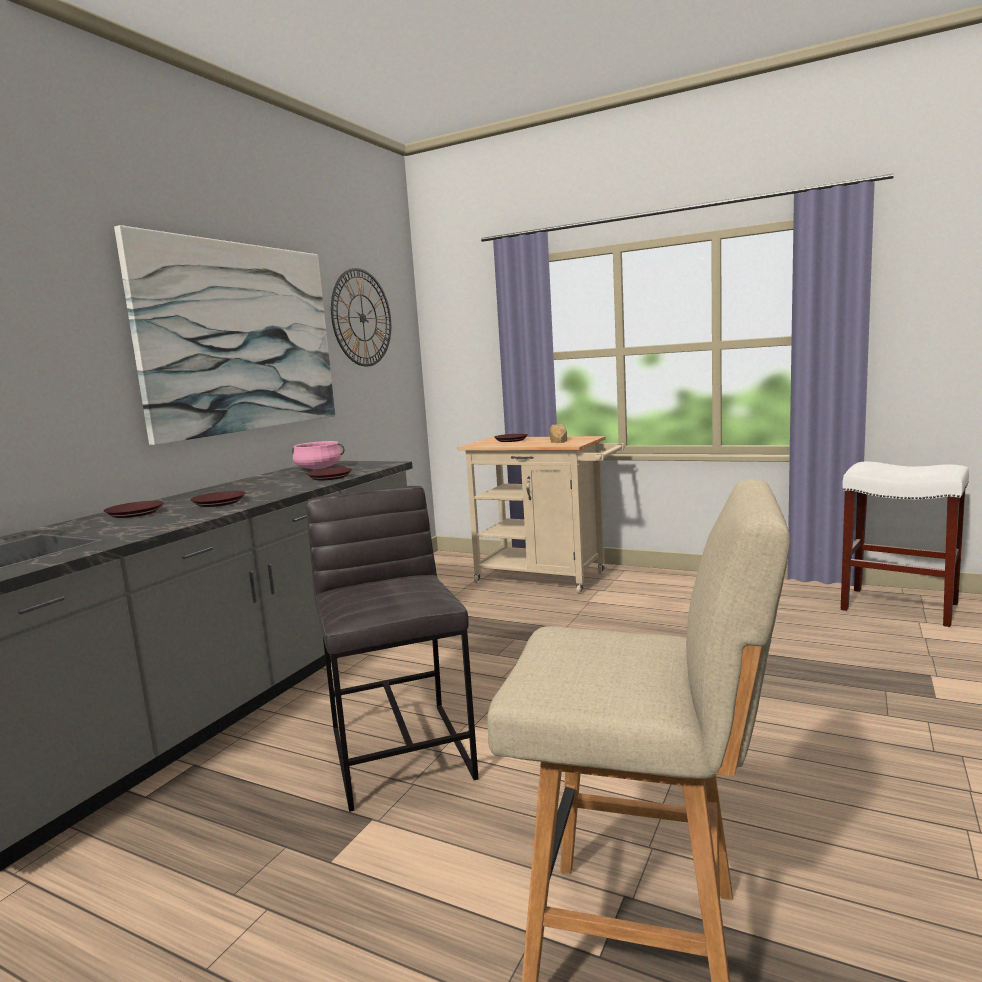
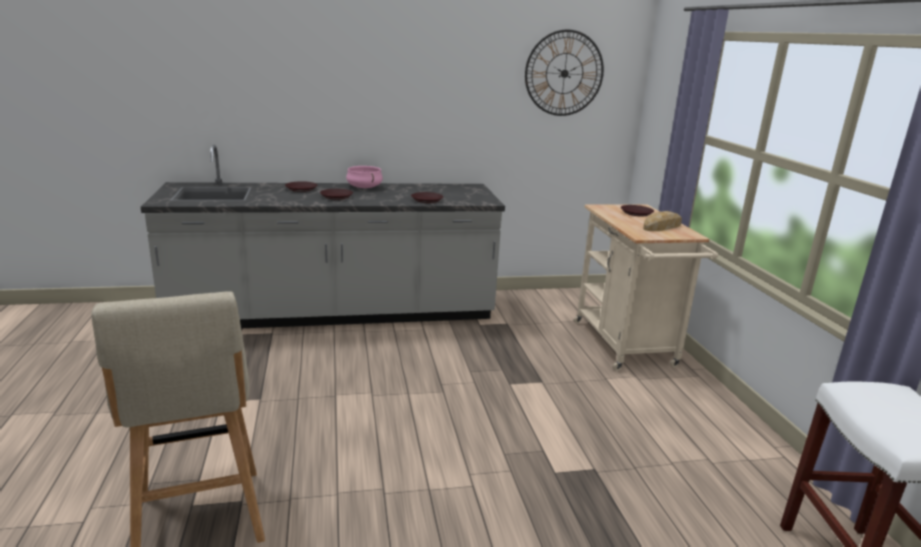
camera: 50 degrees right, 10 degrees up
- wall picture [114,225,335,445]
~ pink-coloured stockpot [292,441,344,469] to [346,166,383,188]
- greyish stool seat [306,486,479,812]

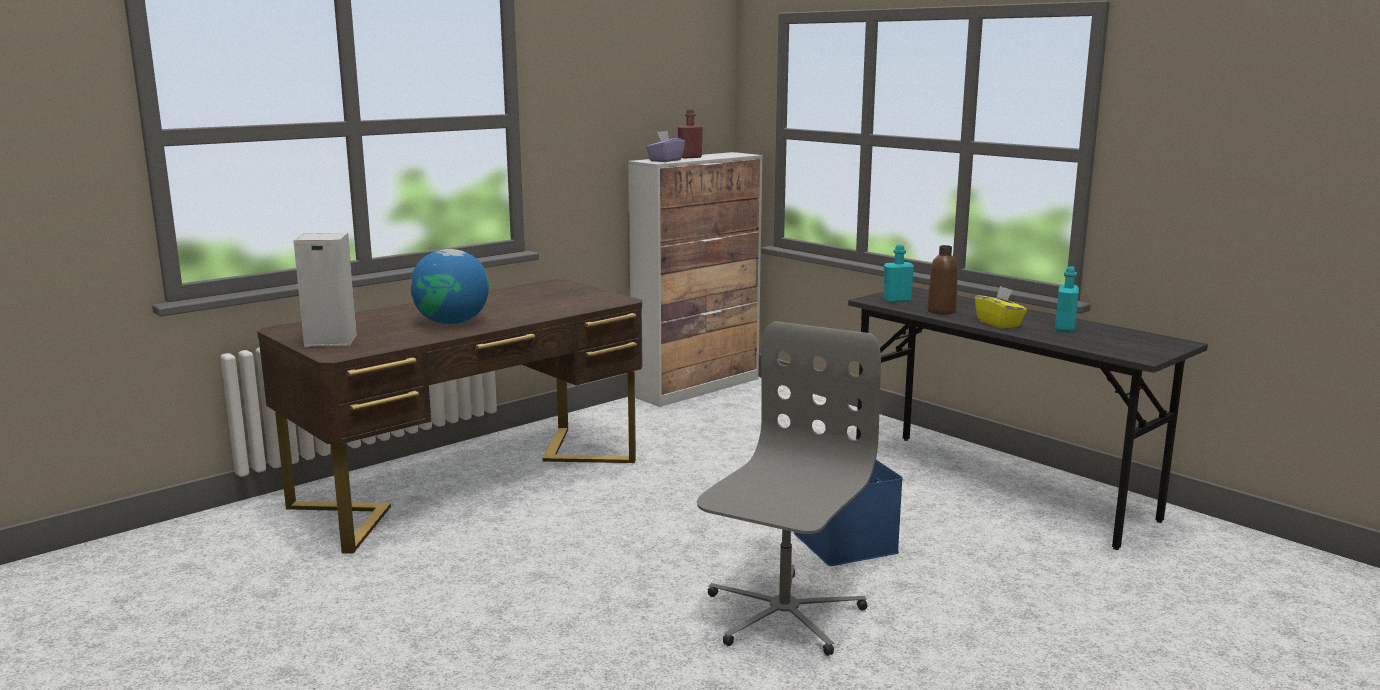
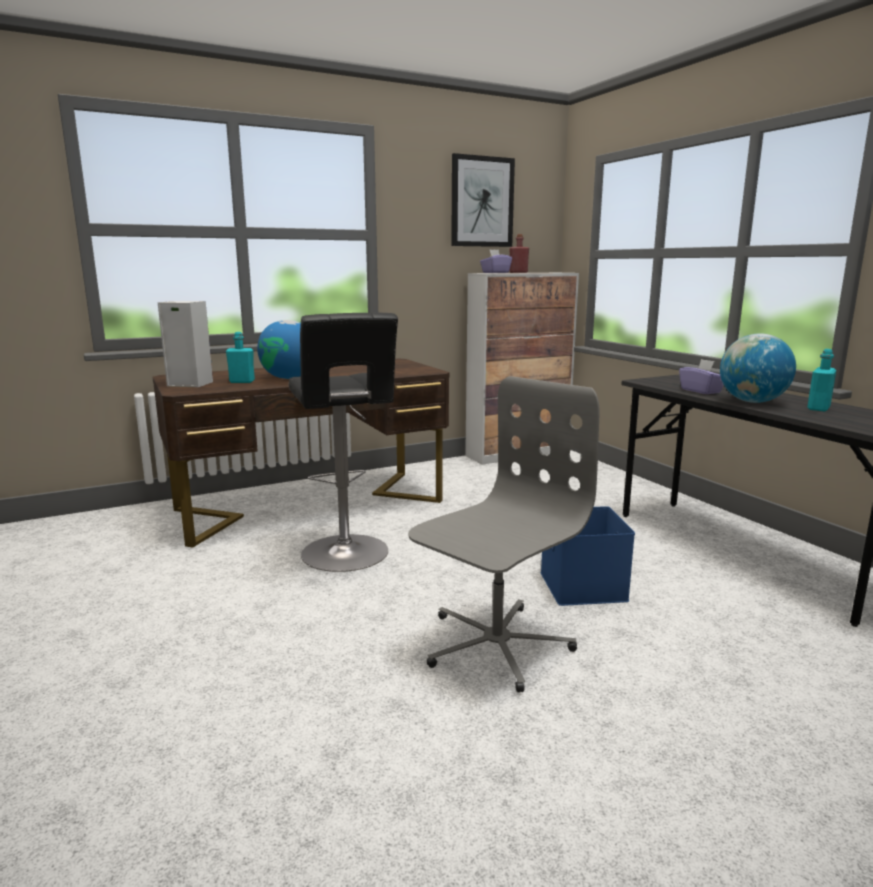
camera: 15 degrees right, 0 degrees up
~ turquoise-coloured drink bottle [883,245,914,303] to [226,332,255,383]
~ brownish drink bottle [927,245,958,315] to purplish tissue box [679,359,723,394]
~ yellow tissue box [975,286,1027,328] to globe [720,333,796,403]
+ black stool seat [289,313,398,572]
+ wall picture [451,153,515,247]

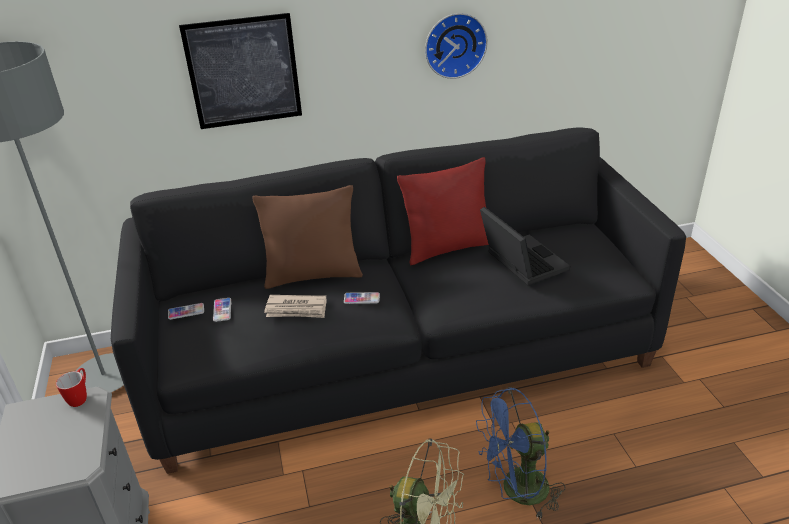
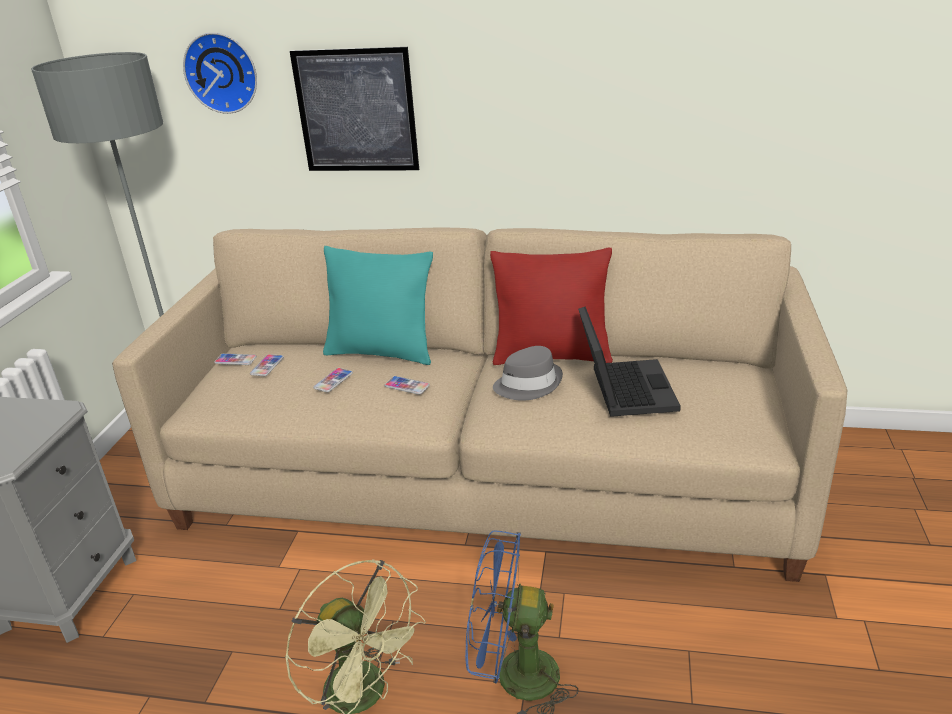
camera: 25 degrees right, 5 degrees down
- coffee mug [56,368,87,407]
~ black settee [111,127,686,474] to sand-coloured settee [112,227,847,582]
~ brownish throw pillow [252,185,363,289] to turquoise-coloured throw pillow [323,246,433,365]
~ daily paper [264,295,327,318] to telephone [313,368,353,392]
~ hanging clock [425,13,488,79] to [183,32,257,114]
+ greyish wearable hat [493,346,563,401]

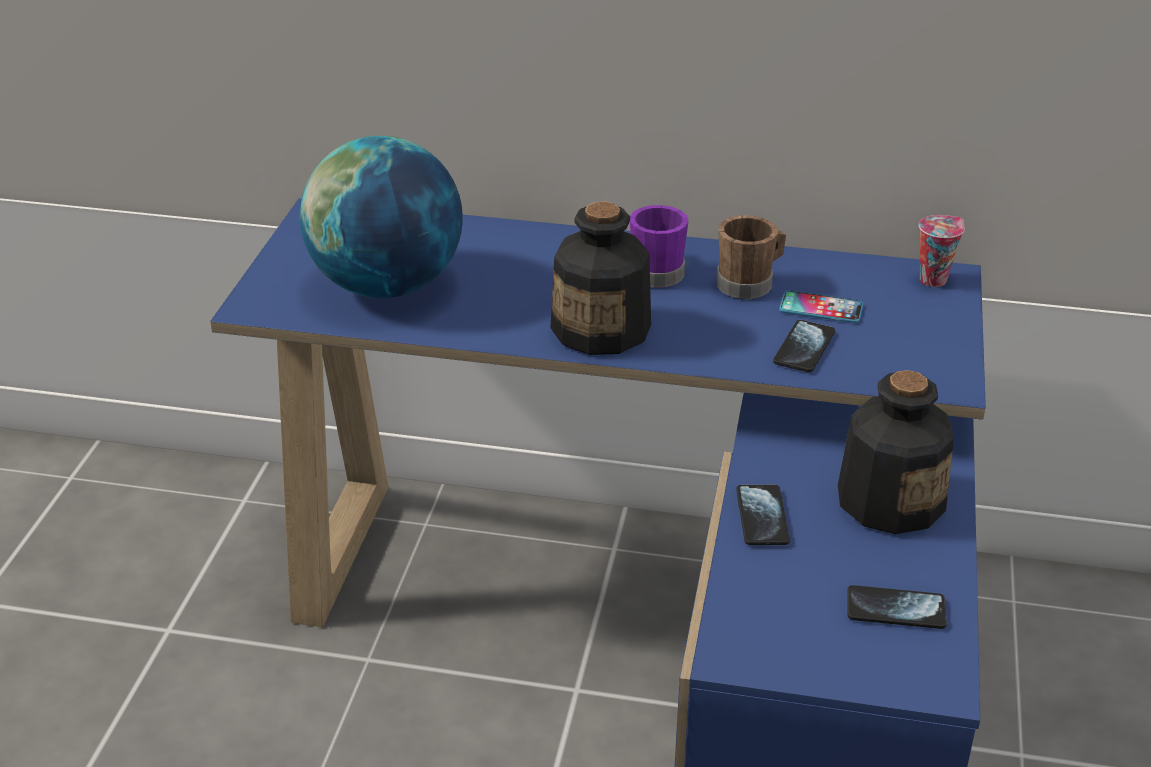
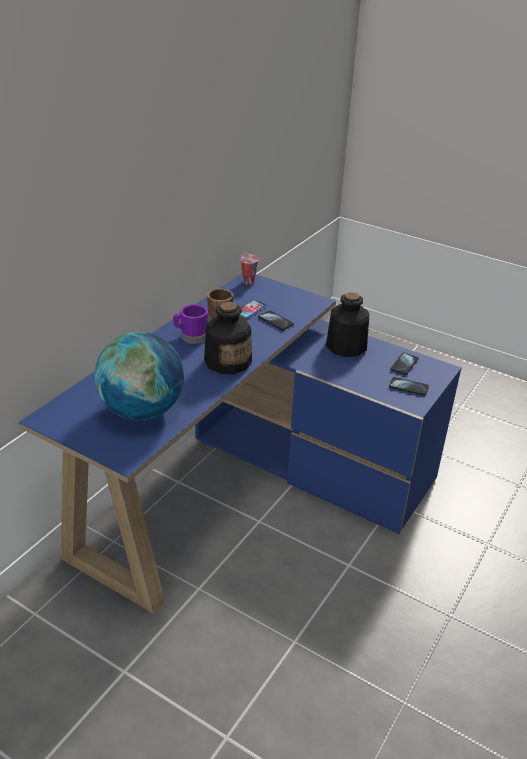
camera: 70 degrees left, 0 degrees up
~ telephone [736,485,790,545] to [389,377,429,396]

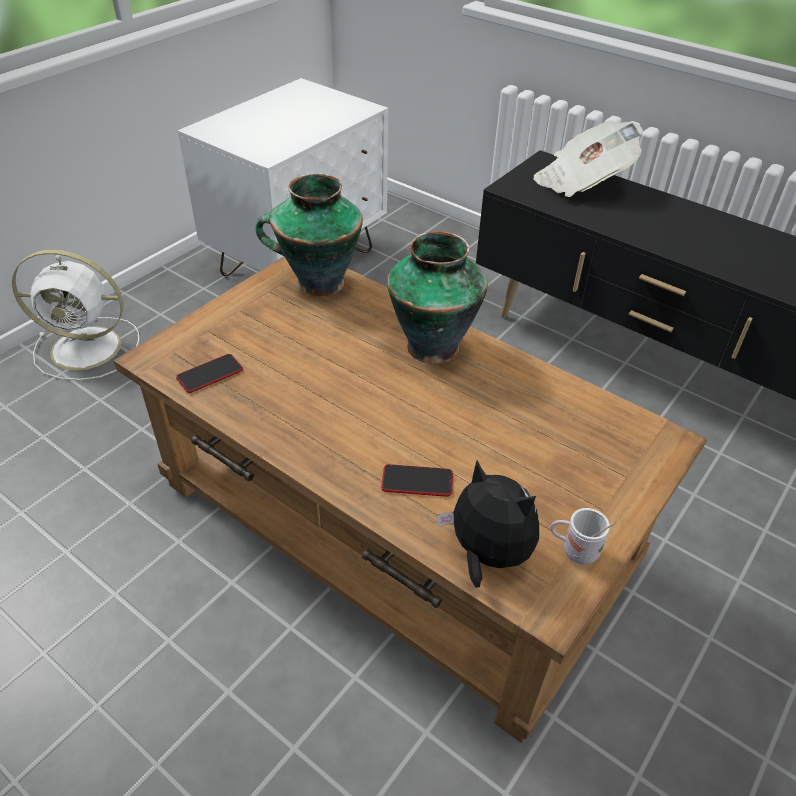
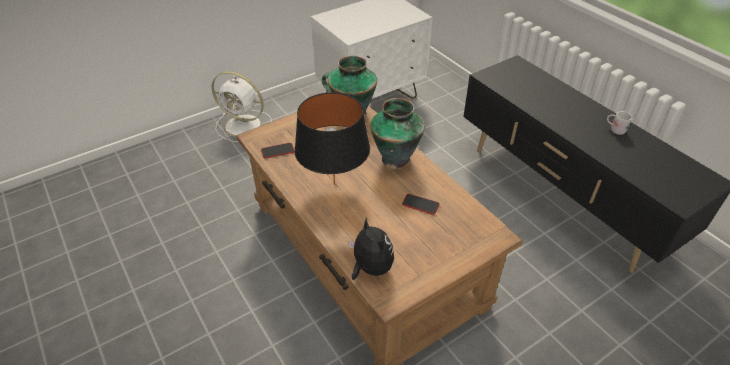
camera: 20 degrees right, 0 degrees up
~ telephone [381,464,453,497] to [402,194,440,215]
- daily paper [534,120,644,197]
~ white-coloured coffee mug [550,508,617,565] to [607,111,635,135]
+ black table lamp [294,92,370,185]

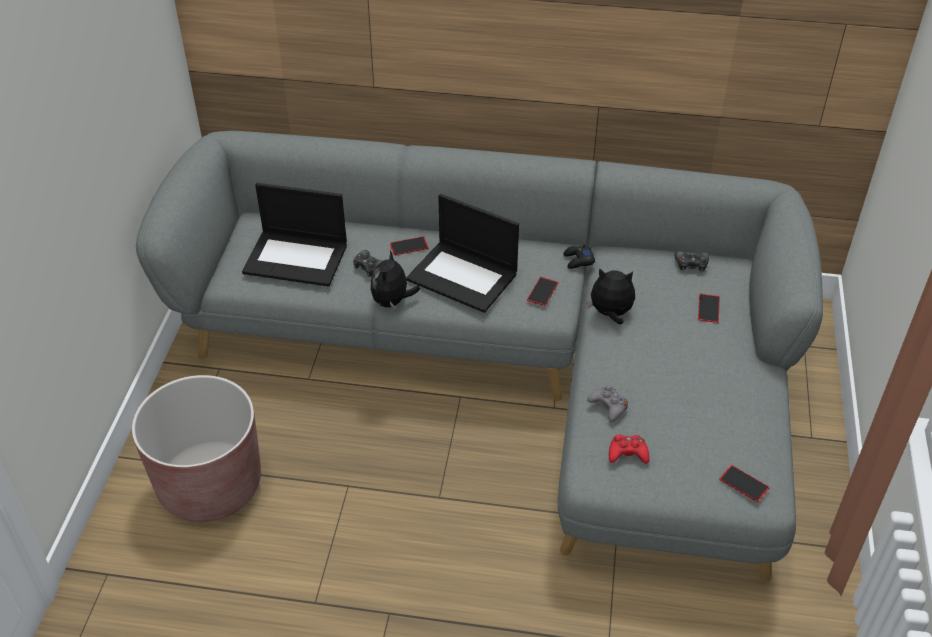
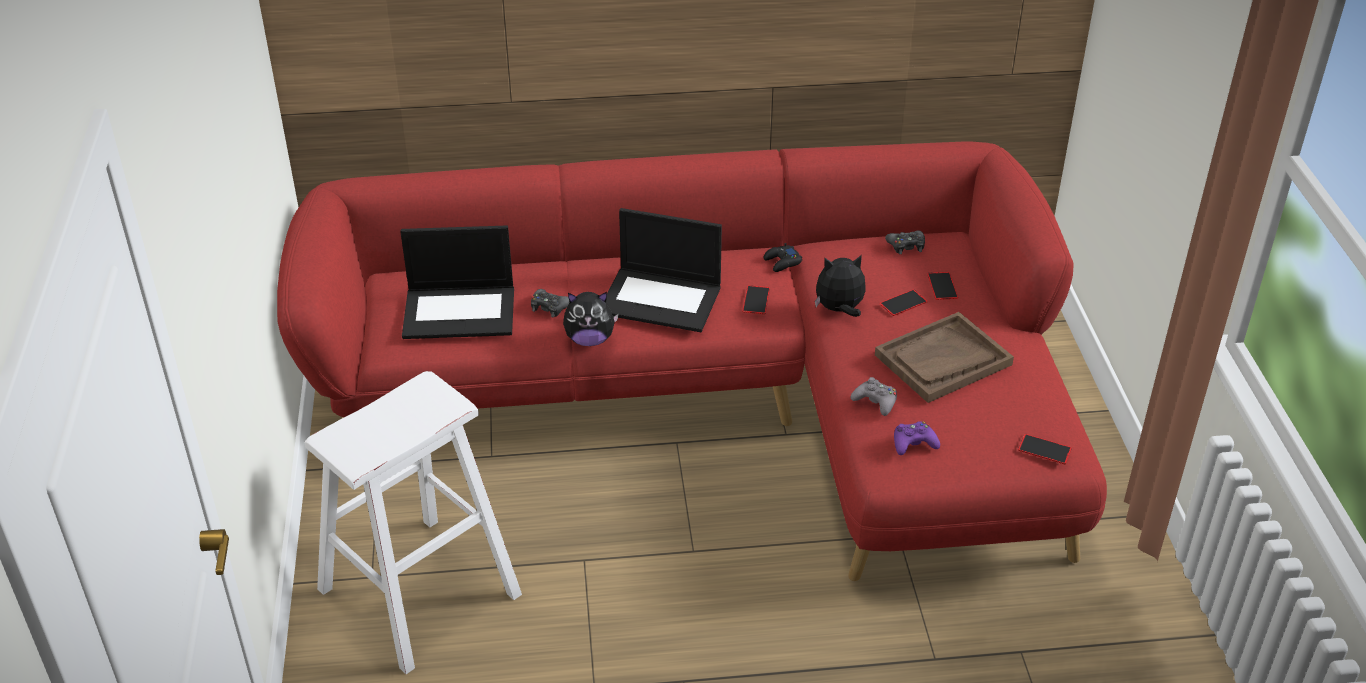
camera: 15 degrees left, 5 degrees down
~ brownish plant pot [132,375,261,522] to white-coloured stool seat [305,371,522,674]
~ greyish settee [136,131,823,581] to red settee [277,141,1107,581]
~ soft toy [370,250,420,309] = [563,292,619,346] 90 degrees counterclockwise
~ telephone [390,236,429,255] to [880,290,928,316]
~ red gamepad [609,435,650,464] to purplish gamepad [894,421,940,455]
+ brownish tray [875,312,1014,403]

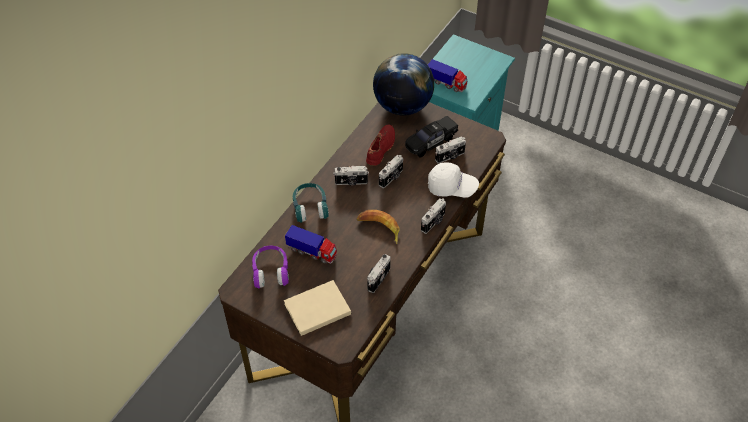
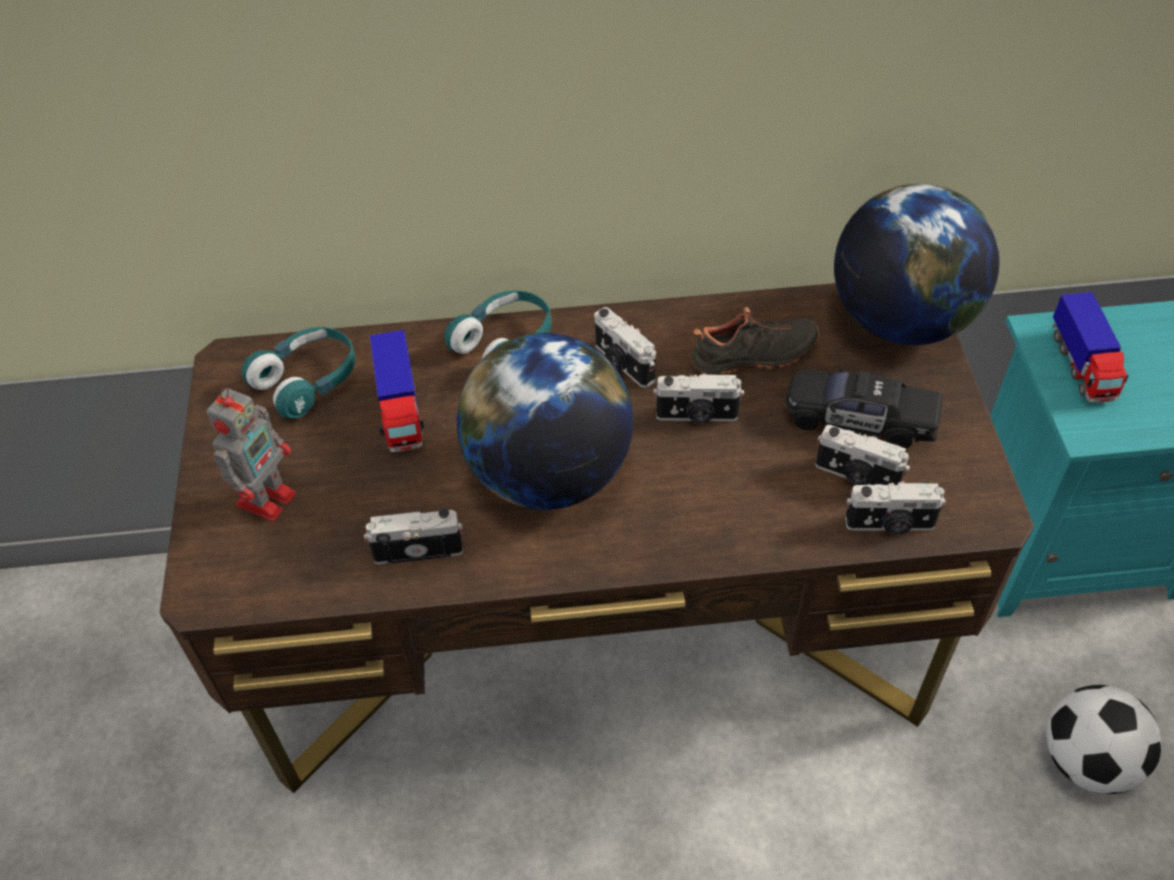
camera: 55 degrees right, 0 degrees up
~ purplish headphones [252,246,289,288] to turquoise-coloured headphones [242,327,355,418]
~ sand-coloured book [284,280,351,336] to toy robot [207,387,296,522]
~ banana fruit [357,210,400,244] to globe [457,333,633,510]
~ red shoe [366,125,395,166] to black shoe [691,307,819,375]
~ photo camera [421,199,446,234] to [845,481,946,535]
- white-coloured peaked cap [428,162,479,198]
+ ball for football [1046,685,1162,794]

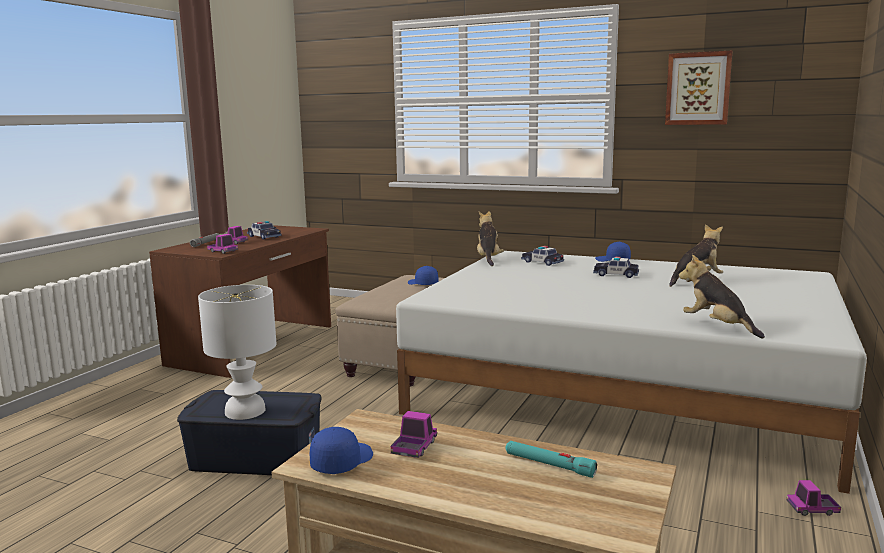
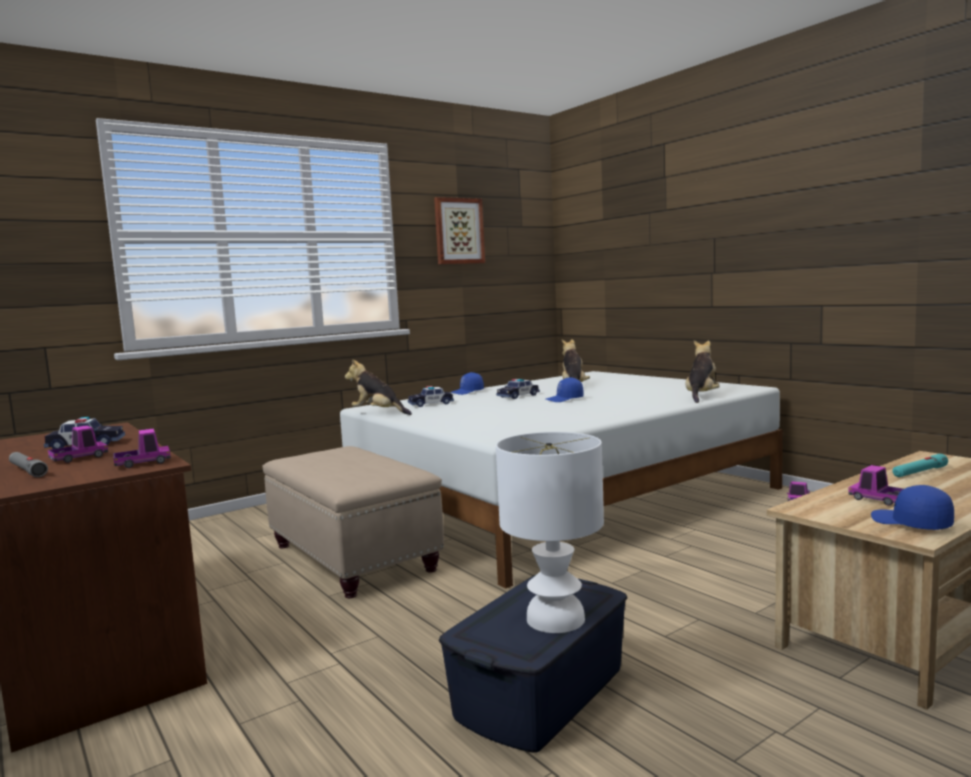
camera: 60 degrees left, 5 degrees down
~ bluish peaked cap [408,266,438,285] to [546,377,584,402]
~ soft toy [679,255,765,338] = [685,340,720,403] 120 degrees clockwise

